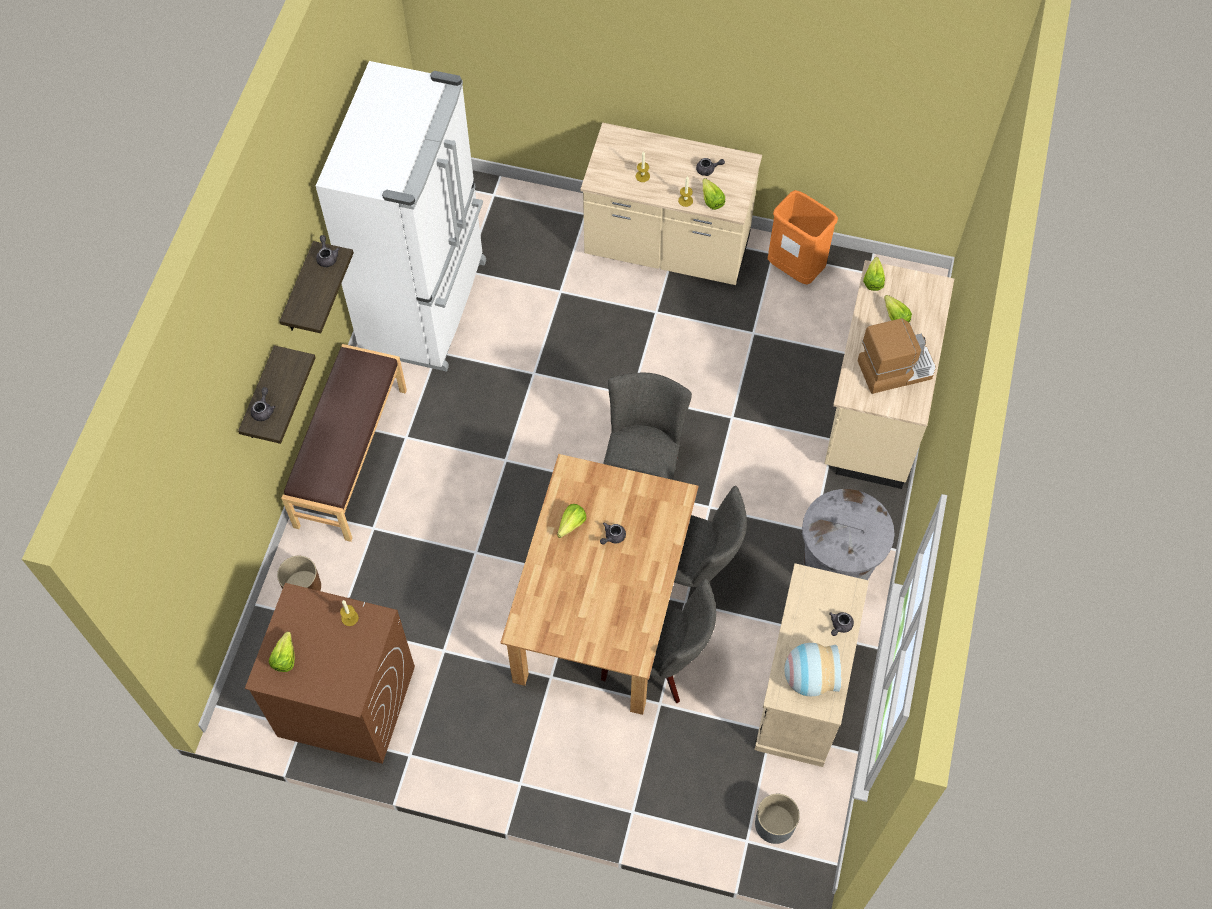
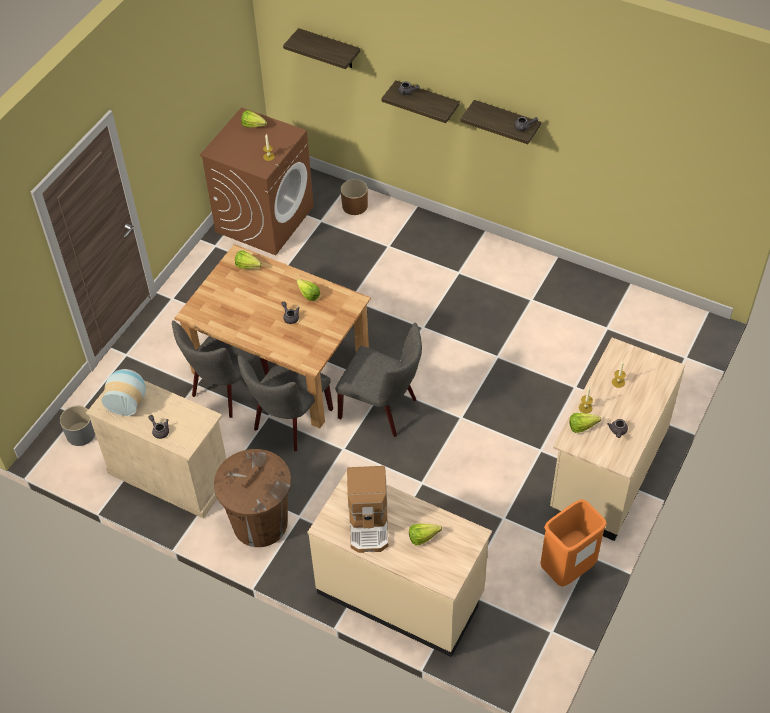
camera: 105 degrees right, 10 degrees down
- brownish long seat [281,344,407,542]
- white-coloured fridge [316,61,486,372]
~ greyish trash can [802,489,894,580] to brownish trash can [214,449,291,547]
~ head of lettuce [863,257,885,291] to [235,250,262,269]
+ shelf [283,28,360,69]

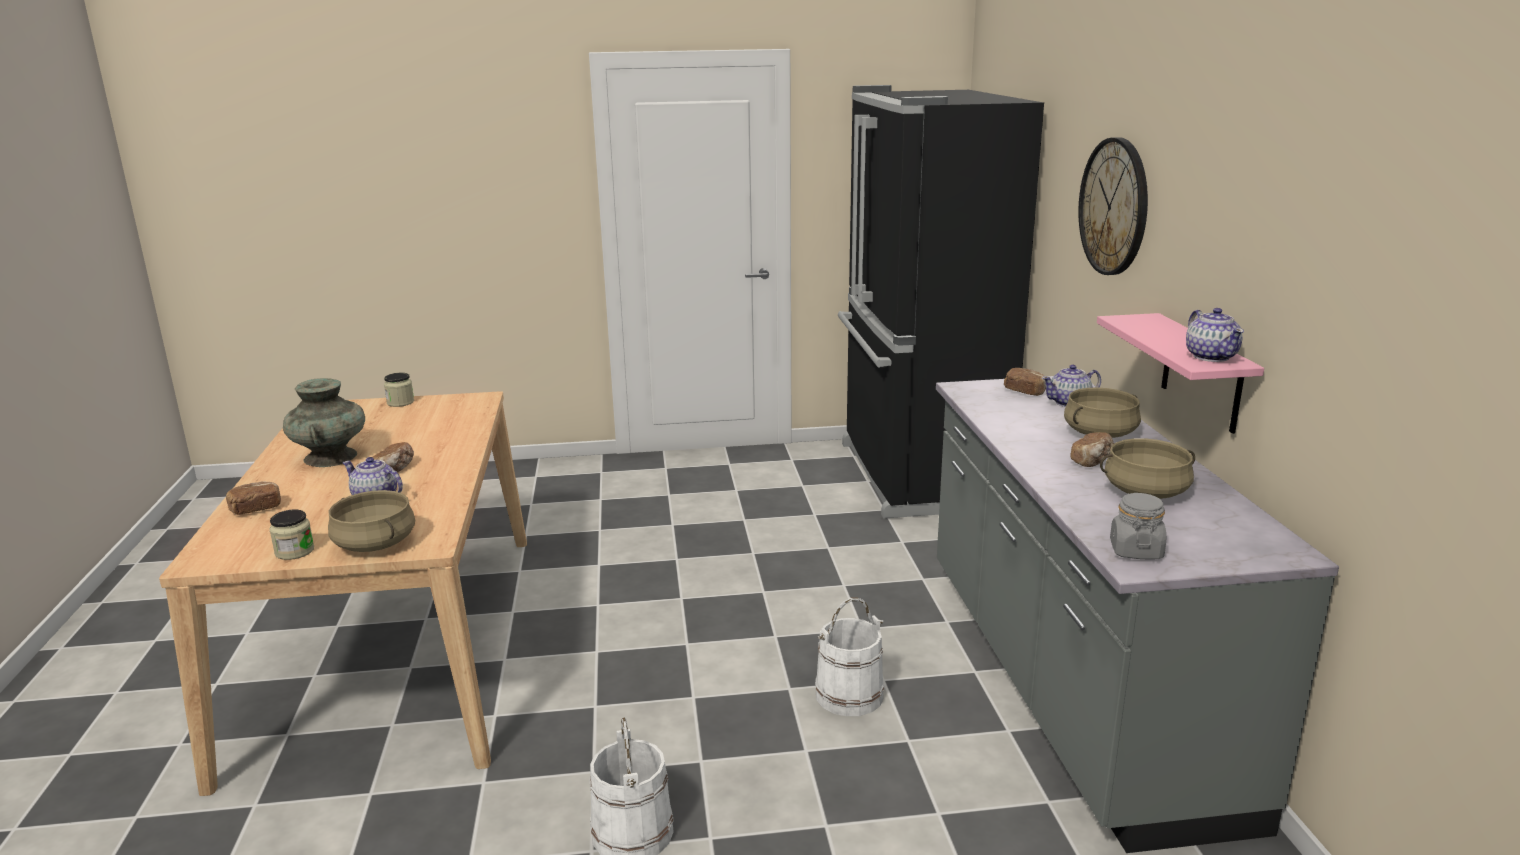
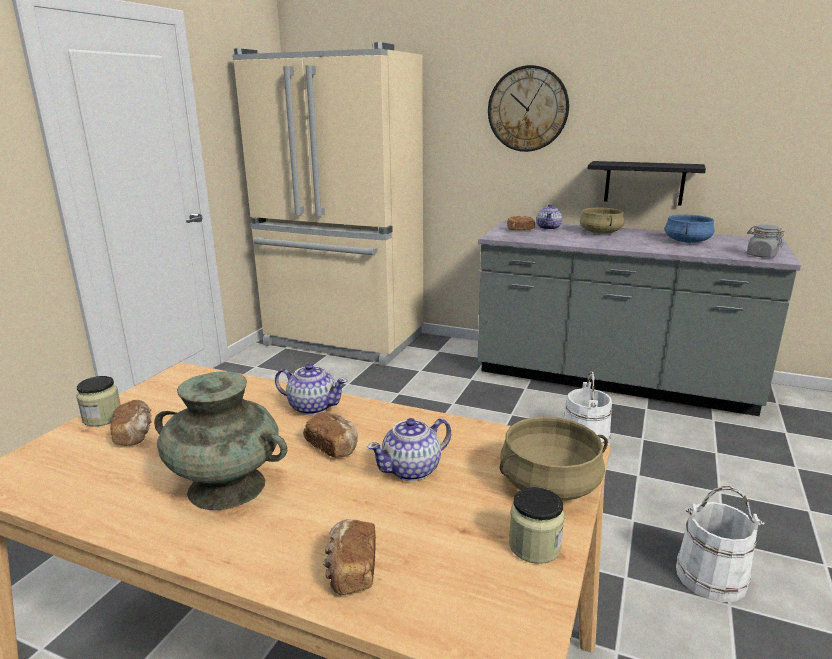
camera: 60 degrees left, 0 degrees up
~ black fridge [838,85,1044,519] to sand-coloured fridge [232,42,423,366]
~ bakery bread [1070,432,1114,467] to [110,400,152,446]
~ pink-coloured shelf [1097,313,1264,434] to black shelf [588,161,706,206]
~ sand-coloured stockpot [1100,438,1195,499] to bluish stockpot [665,215,714,243]
~ teapot [1186,308,1244,362] to [275,364,348,415]

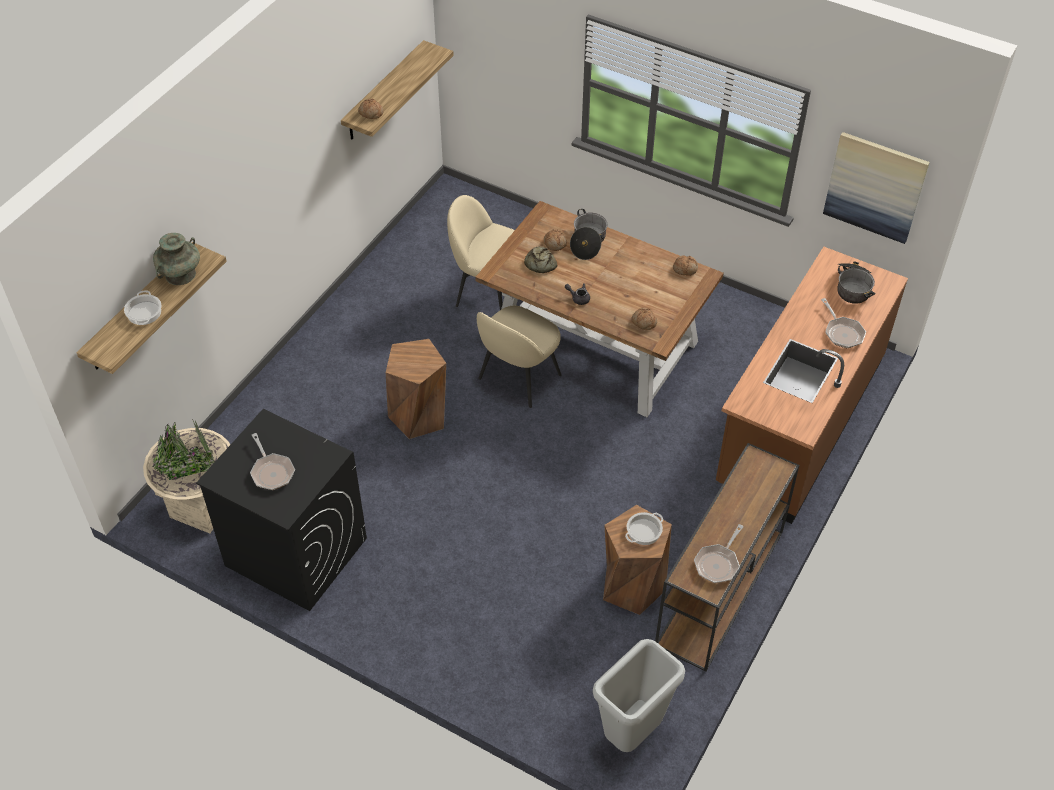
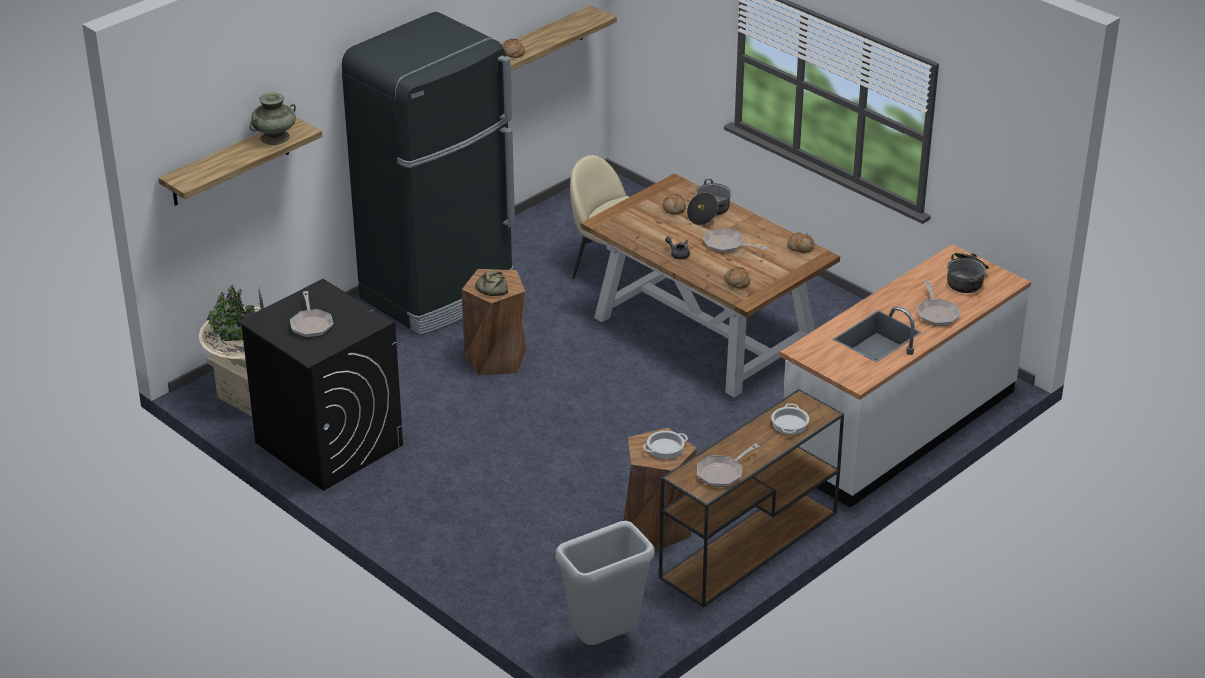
camera: 15 degrees right, 15 degrees down
~ stockpot [124,291,161,325] to [771,404,809,435]
- sand-coloured plain chair [477,306,562,408]
~ bakery bread [524,246,557,273] to [475,271,508,296]
~ brownish kitchen counter [716,247,908,524] to white-coloured kitchen counter [780,244,1031,508]
- wall picture [823,132,930,244]
+ black fridge [342,12,515,335]
+ skillet [703,228,767,253]

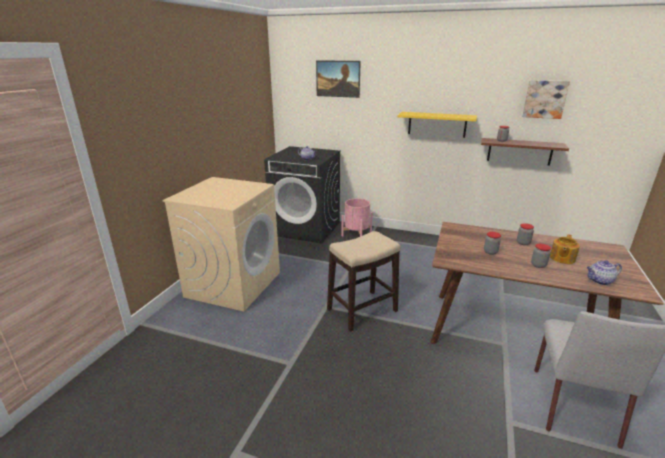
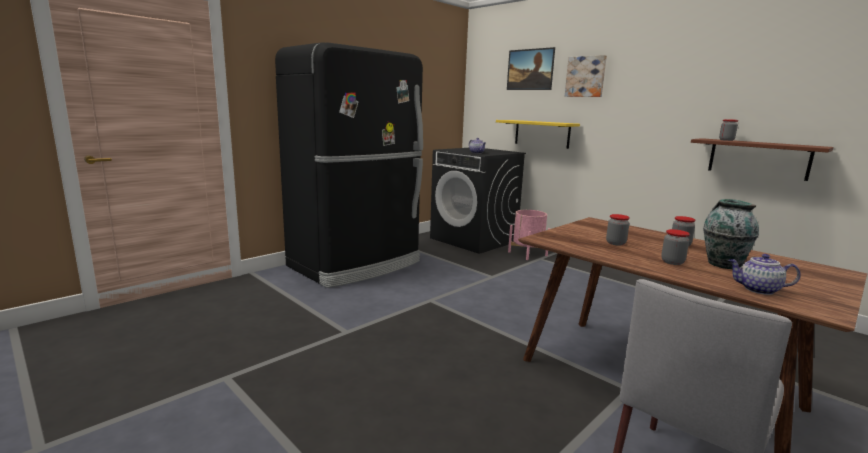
camera: 25 degrees right, 10 degrees down
~ sand-coloured washing machine [162,177,280,311] to black fridge [275,42,423,288]
- stool seat [327,231,401,332]
~ yellow shelf [398,112,477,138] to [496,120,580,149]
~ wall picture [522,80,570,119] to [565,55,607,97]
~ teapot [550,234,580,264] to decorative vase [703,199,759,269]

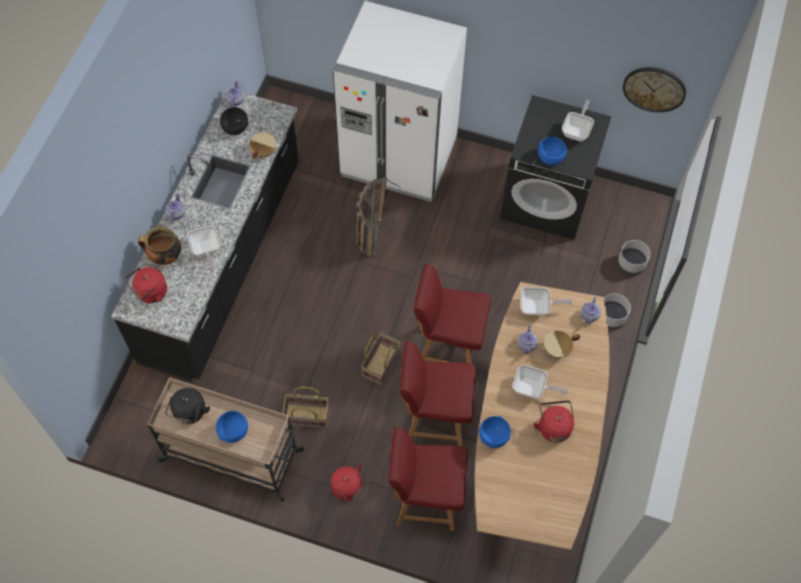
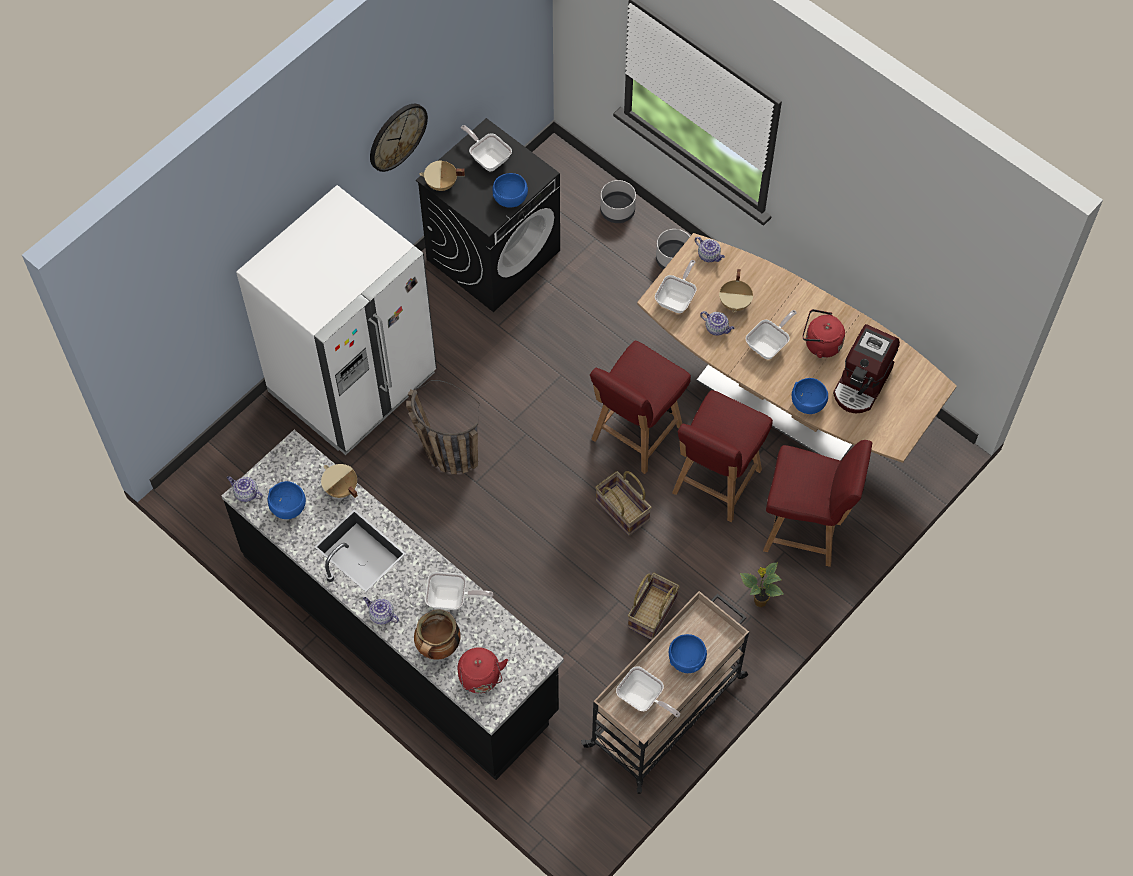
camera: 65 degrees left, 0 degrees up
~ black tea kettle [165,388,210,424] to skillet [616,666,680,718]
~ black bowl [220,107,249,135] to bluish bowl [268,481,306,519]
~ red tea kettle [330,464,368,501] to houseplant [740,562,784,607]
~ red plain chair [388,427,468,531] = [763,440,872,567] 105 degrees counterclockwise
~ hanging clock [623,67,686,112] to [370,104,428,172]
+ sand-coloured stockpot [420,160,465,191]
+ coffee brewer [833,324,900,413]

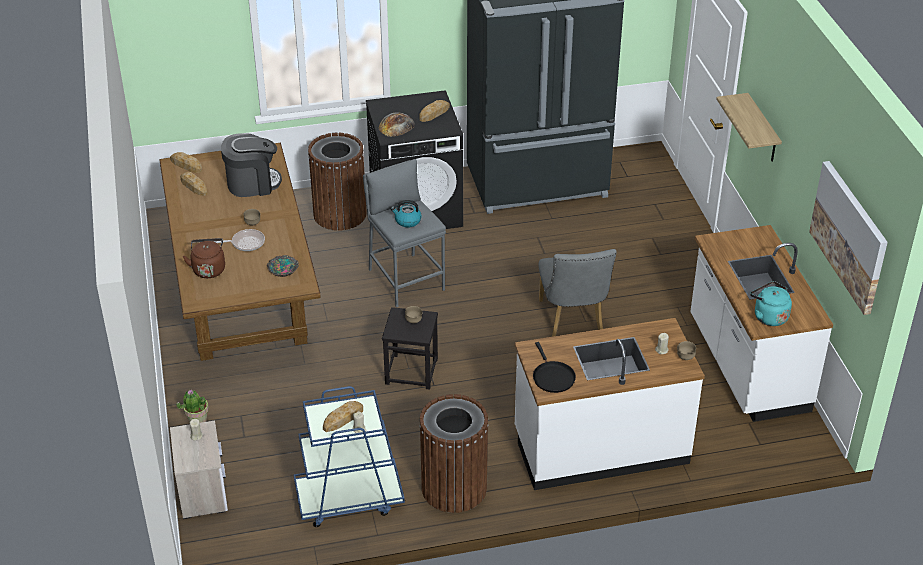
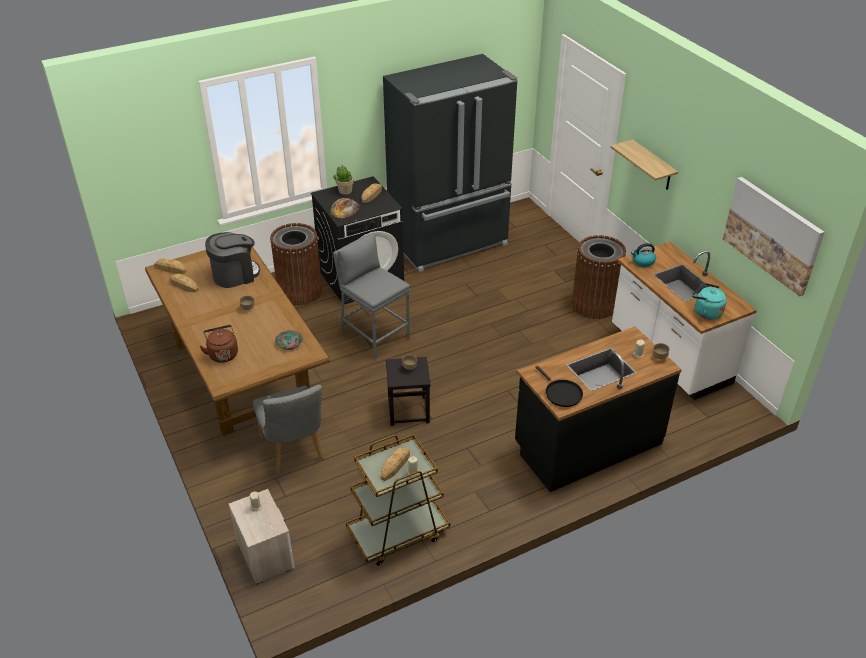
camera: 15 degrees left, 0 degrees up
~ houseplant [176,390,209,423] to [333,165,354,195]
- skillet [214,229,265,251]
~ bluish cart [294,386,405,527] to brownish cart [346,434,450,566]
~ tea kettle [391,200,422,227] to [631,243,656,267]
~ brownish trash can [419,394,489,513] to [571,235,626,319]
~ white-coloured kitchen counter [515,318,705,490] to black kitchen counter [515,327,682,492]
~ greyish plain chair [539,249,617,337] to [253,385,324,473]

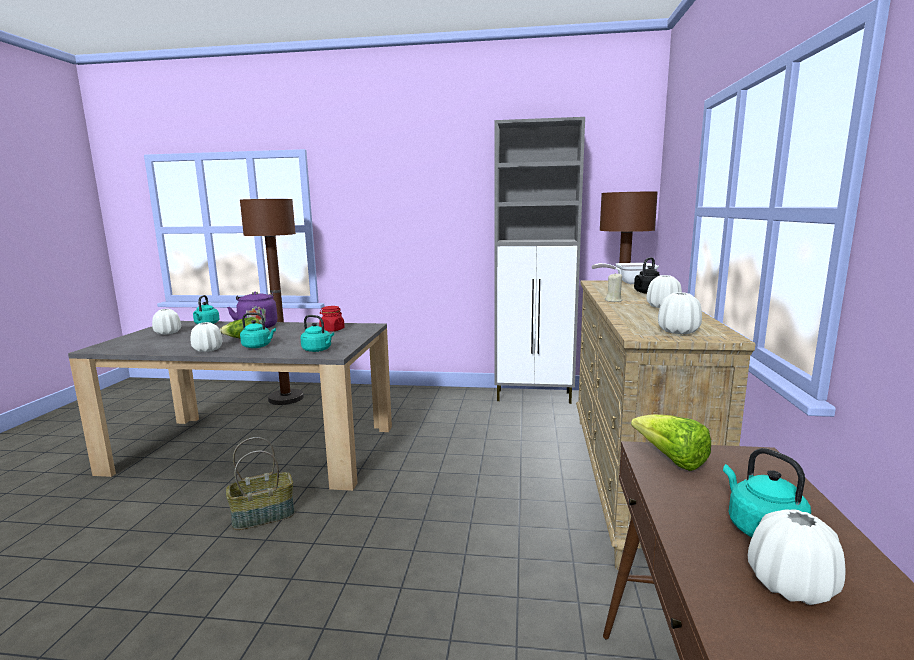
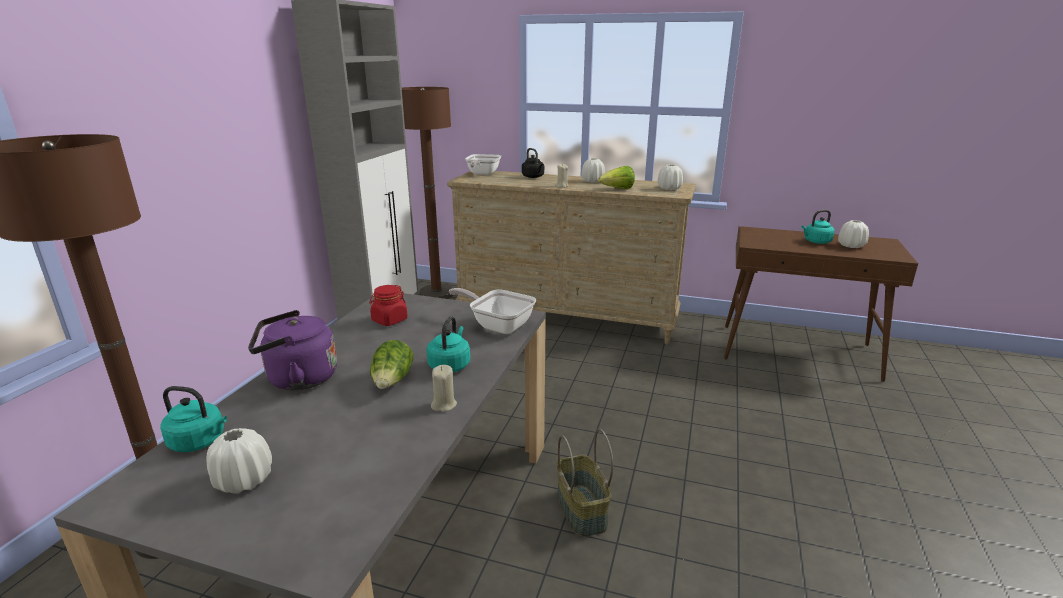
camera: 80 degrees left, 10 degrees up
~ white-coloured decorative vase [191,322,222,352] to sand-coloured wax candle [431,365,457,412]
~ turquoise-coloured tea kettle [301,315,334,352] to skillet [449,288,536,334]
~ head of lettuce [631,414,711,471] to [598,166,635,189]

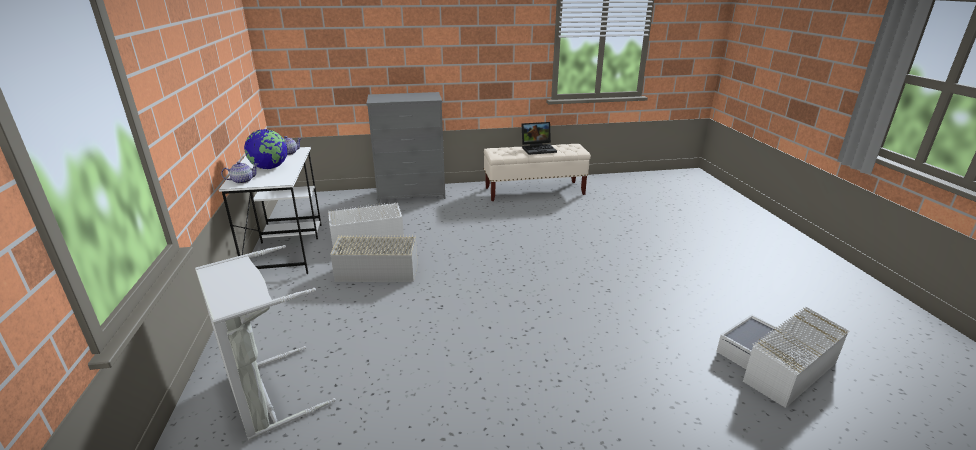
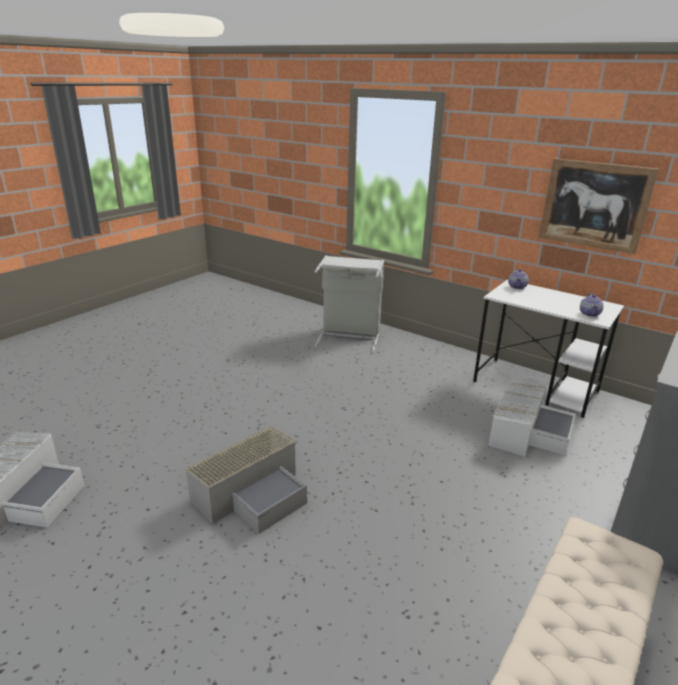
camera: 135 degrees right, 0 degrees up
- globe [244,129,288,169]
~ greyish storage container [330,235,418,282] to [185,426,307,534]
- notebook computer [521,122,557,155]
+ wall picture [539,158,659,254]

